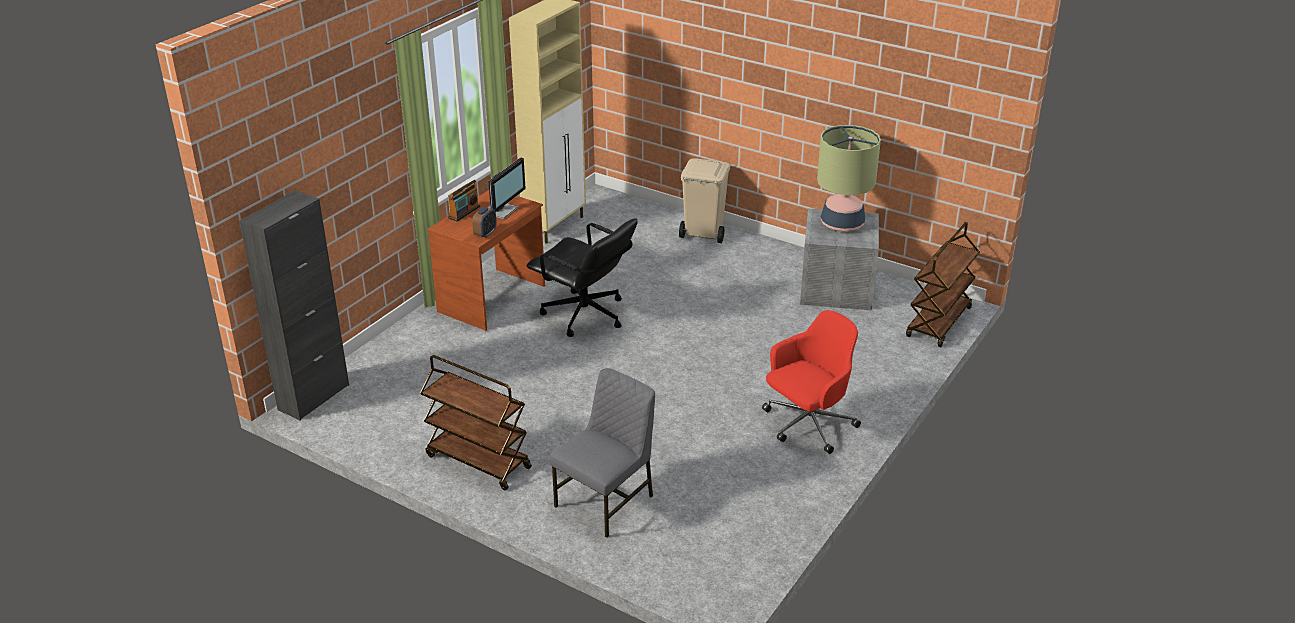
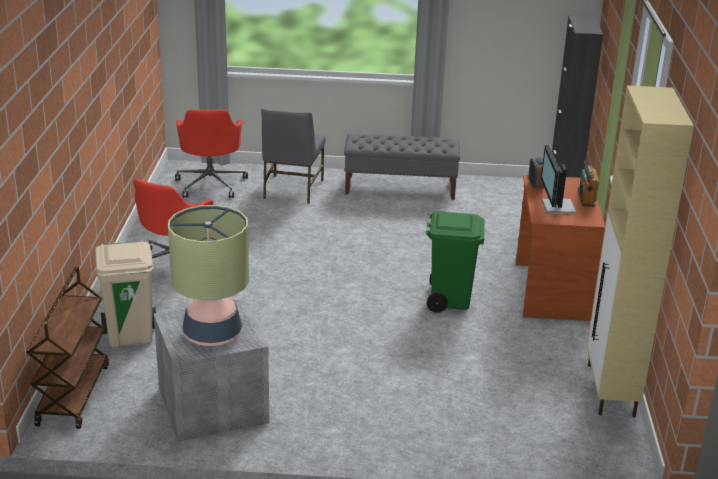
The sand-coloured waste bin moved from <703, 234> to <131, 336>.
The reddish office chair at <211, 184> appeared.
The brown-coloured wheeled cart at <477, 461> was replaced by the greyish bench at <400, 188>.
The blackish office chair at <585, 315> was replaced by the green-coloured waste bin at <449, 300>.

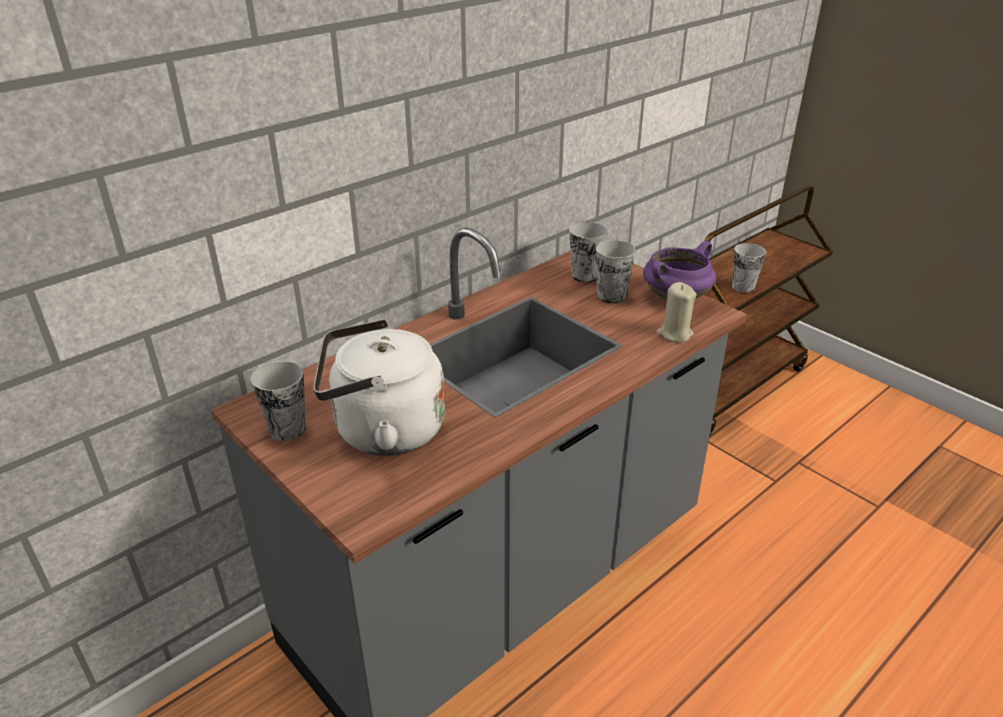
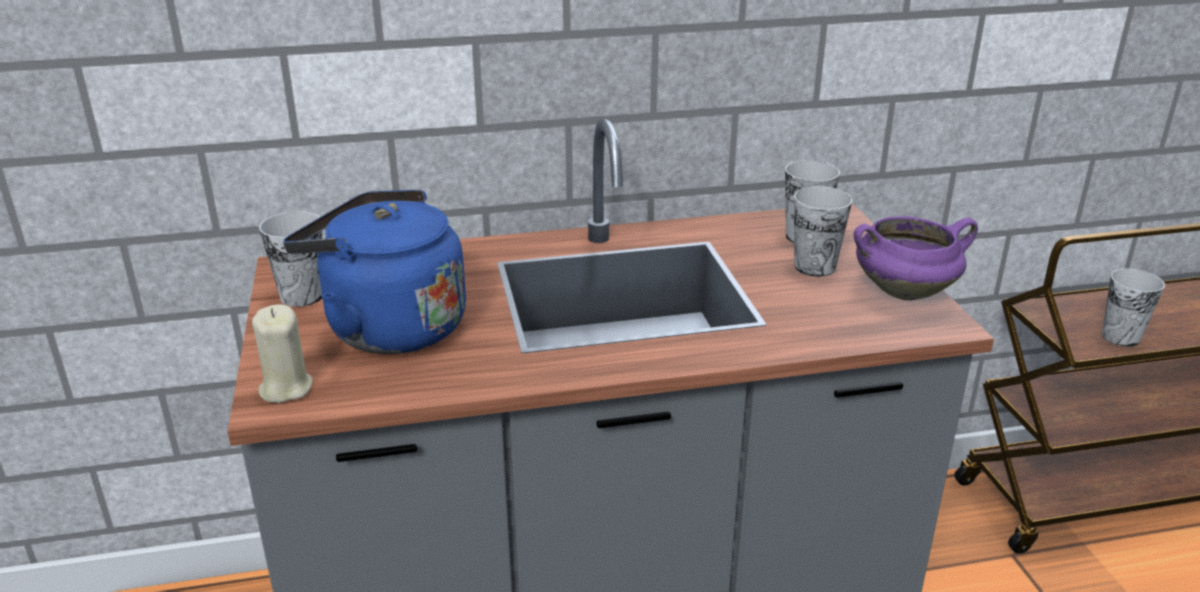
The sand-coloured wax candle moved from <674, 334> to <285, 388>.
The white-coloured tea kettle at <382, 431> became the blue tea kettle at <388, 327>.

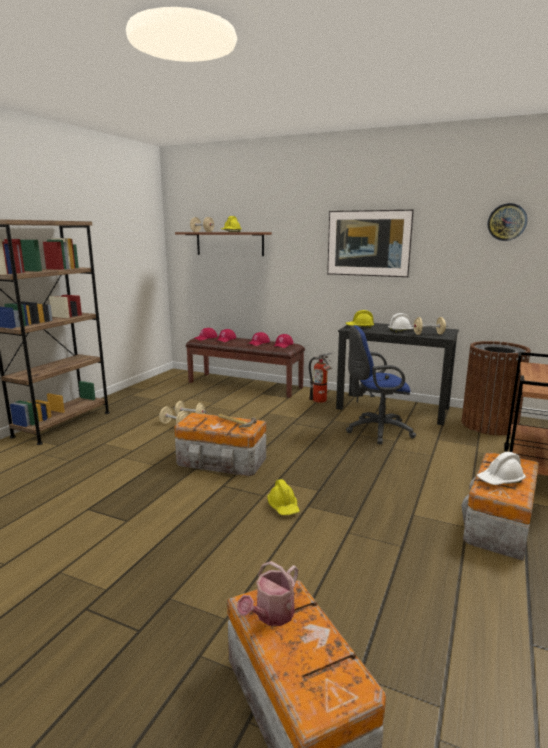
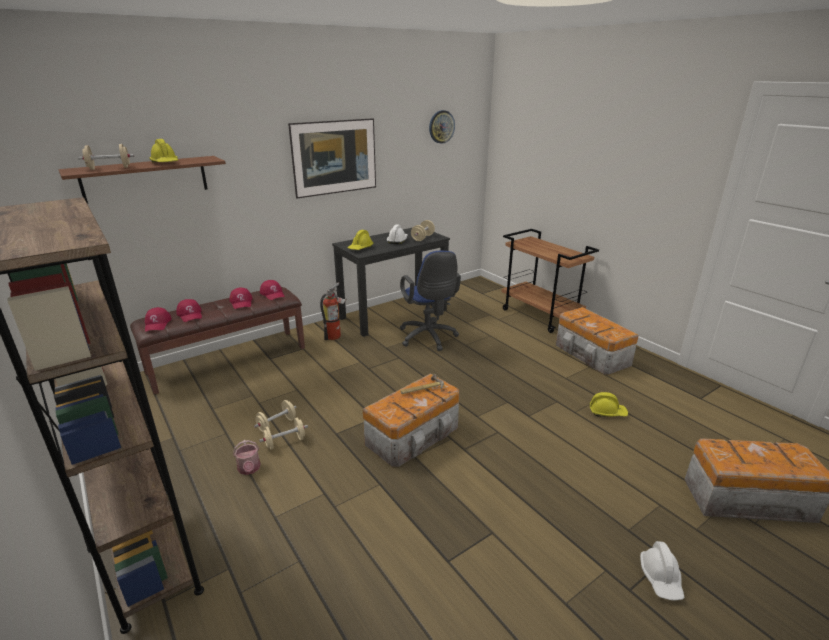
The watering can moved from <271, 615> to <249, 469>.
The blue office chair at <376, 431> turned 45 degrees counterclockwise.
The yellow-coloured safety helmet moved from <283, 507> to <607, 412>.
The white-coloured safety helmet moved from <500, 480> to <661, 578>.
The brown-coloured waste bin at <489, 425> disappeared.

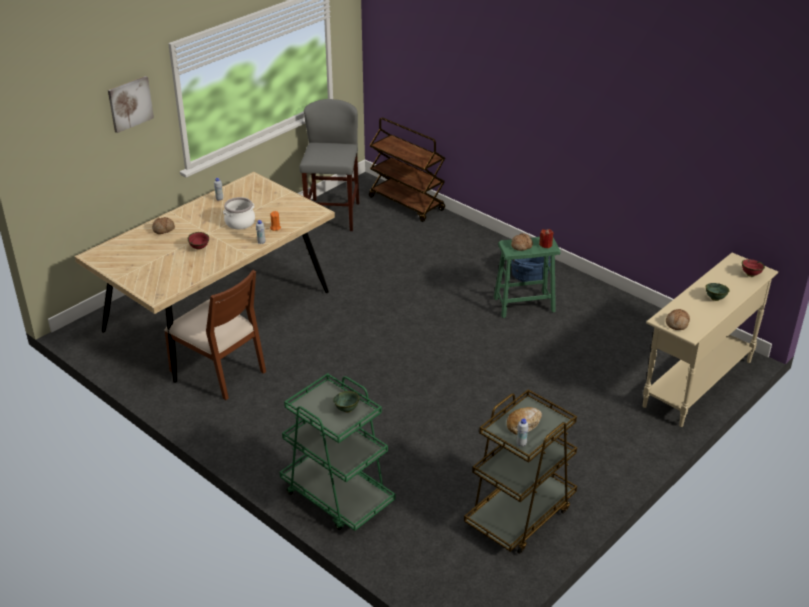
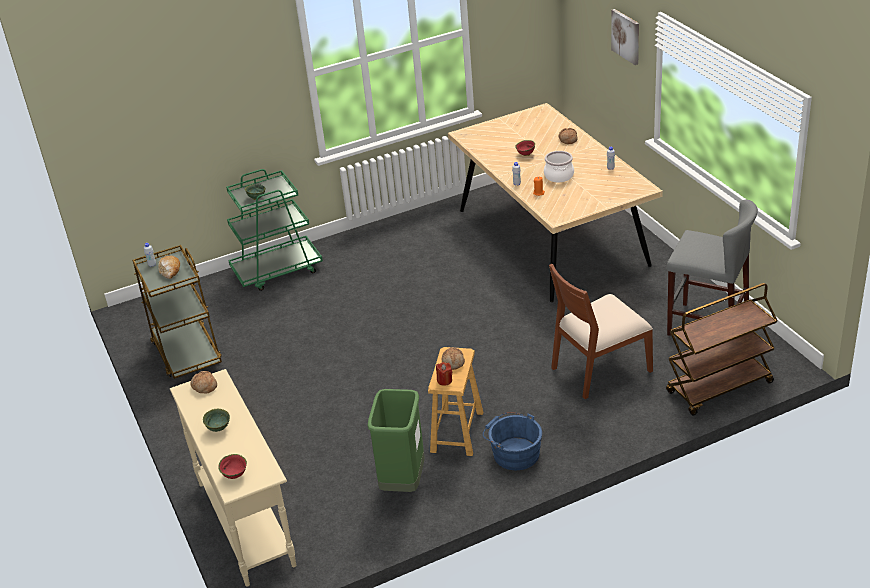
The green-coloured waste bin at <403, 482> appeared.
The green-coloured stool at <524, 304> became the brown-coloured stool at <457, 432>.
The brown-coloured plain chair moved from <219, 370> to <599, 368>.

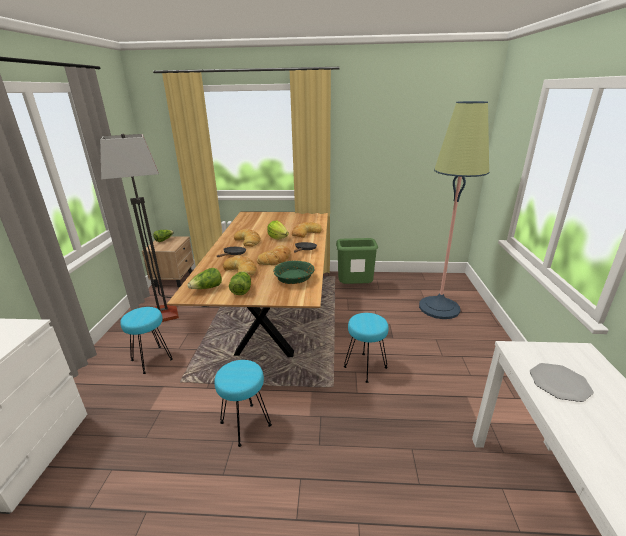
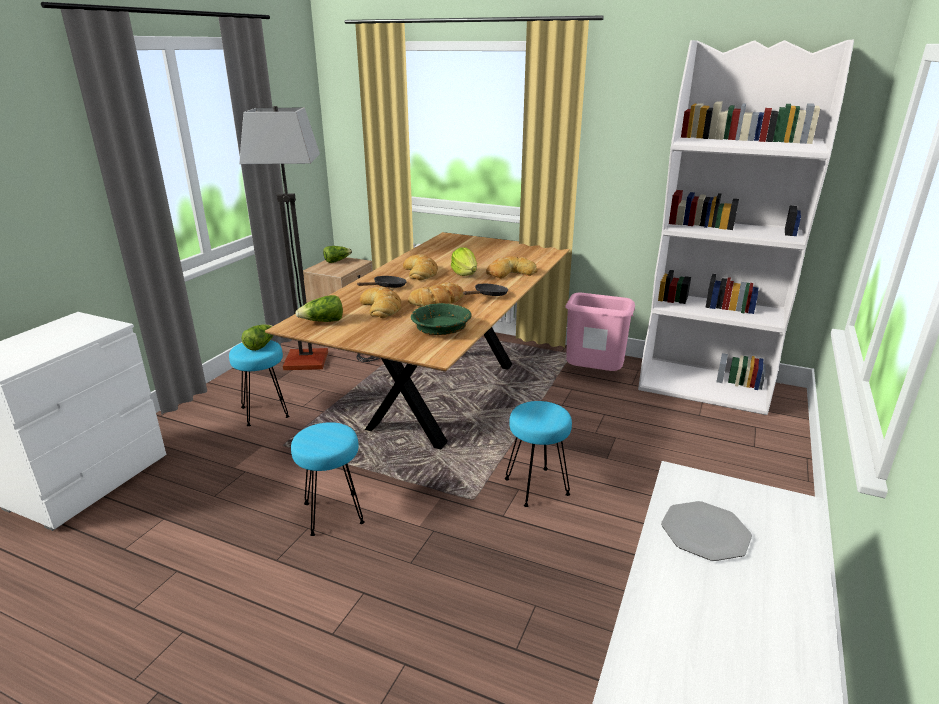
The head of lettuce moved from <241, 290> to <260, 345>.
The green-coloured waste bin at <355, 288> became the pink waste bin at <594, 376>.
The white-coloured bookshelf at <705, 386> appeared.
The standard lamp at <439, 308> disappeared.

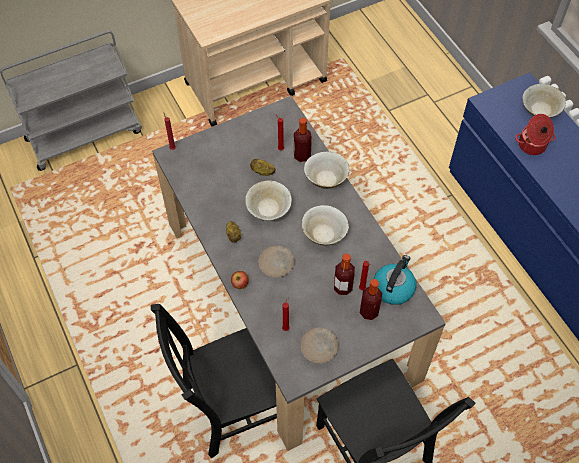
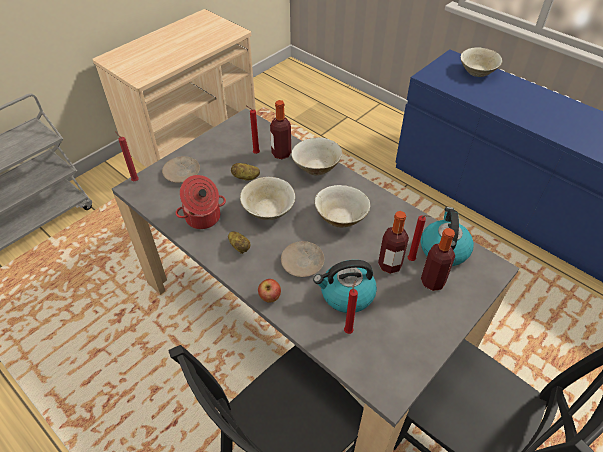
The sand-coloured plate moved from <319, 347> to <182, 173>.
The stockpot moved from <532, 145> to <203, 218>.
The tea kettle at <346, 294> appeared.

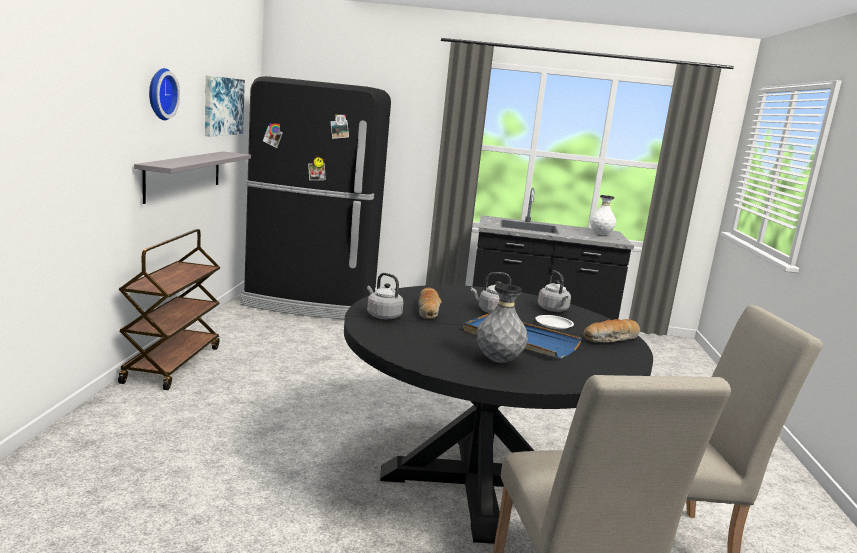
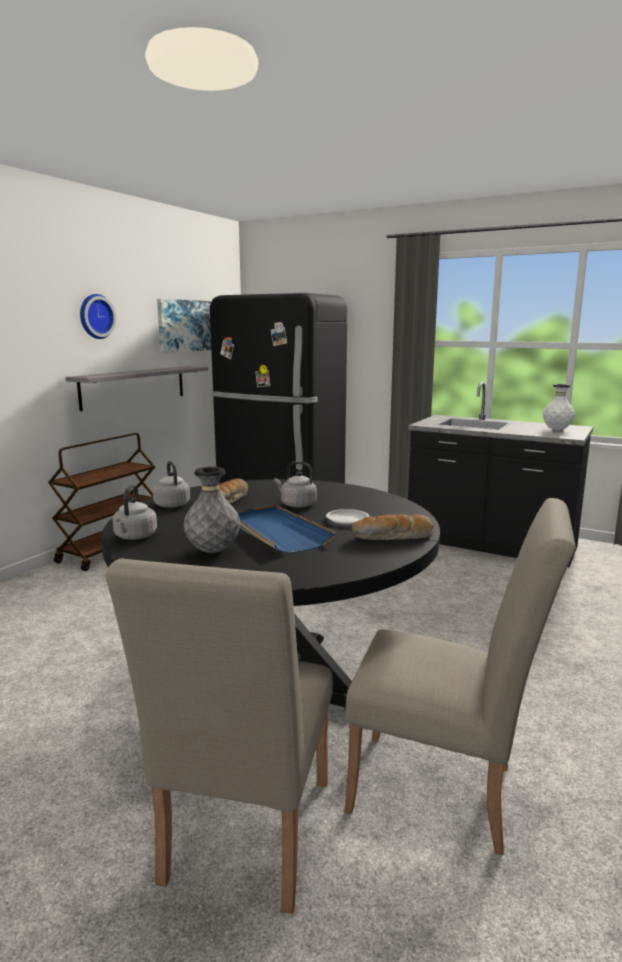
The greyish tea kettle moved from <553, 310> to <134, 537>.

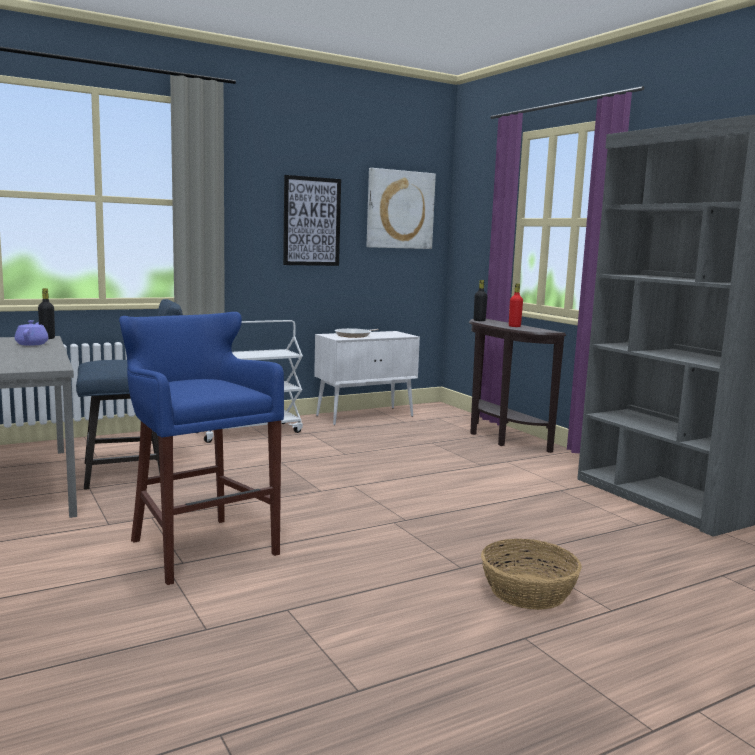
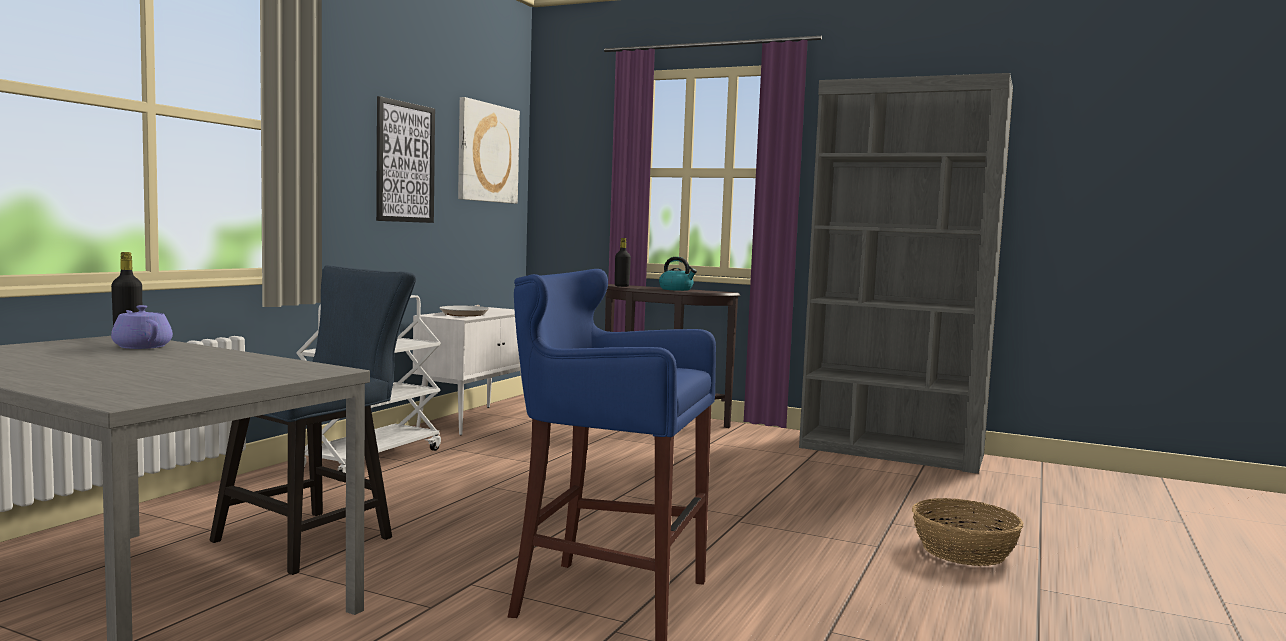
The reddish beverage bottle at <514, 326> was replaced by the tea kettle at <676, 289>.

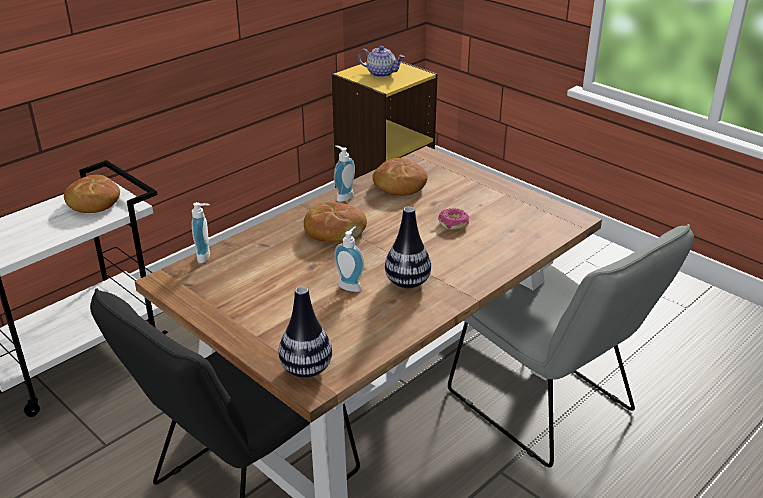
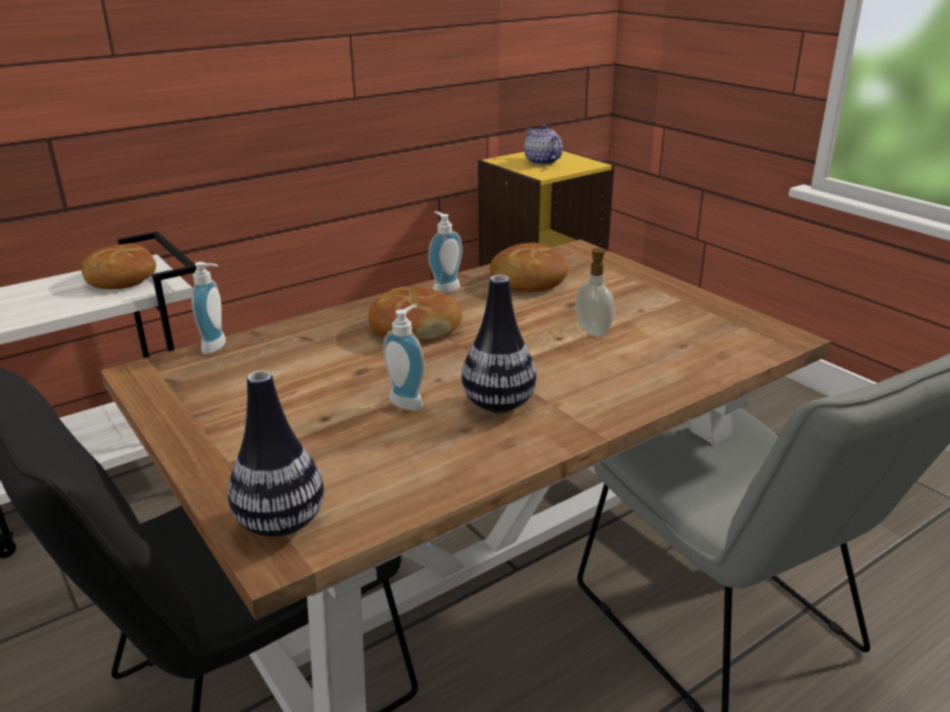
The pot for tea at <381, 73> turned 150 degrees counterclockwise.
The donut at <453, 223> was replaced by the soap bottle at <594, 331>.

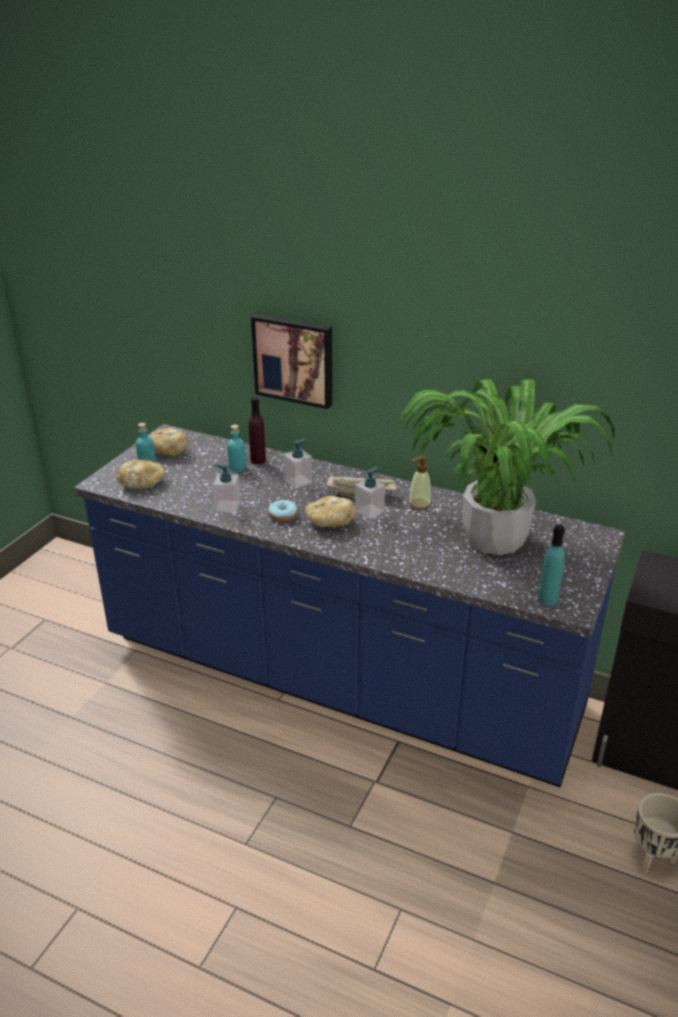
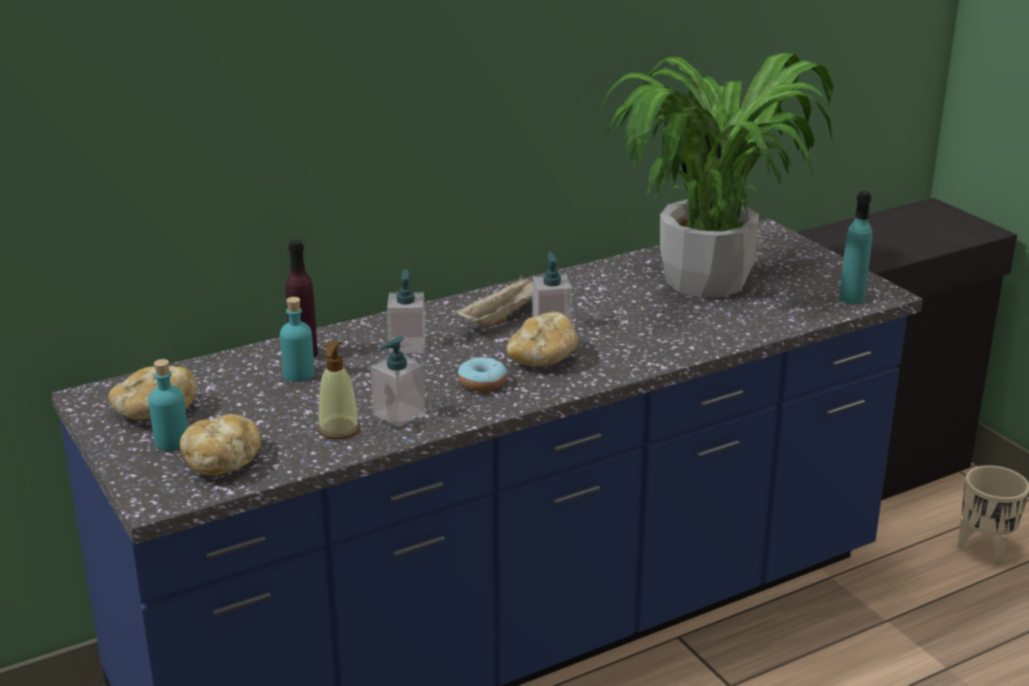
The soap bottle moved from <419, 504> to <338, 430>.
The wall art at <294, 359> disappeared.

